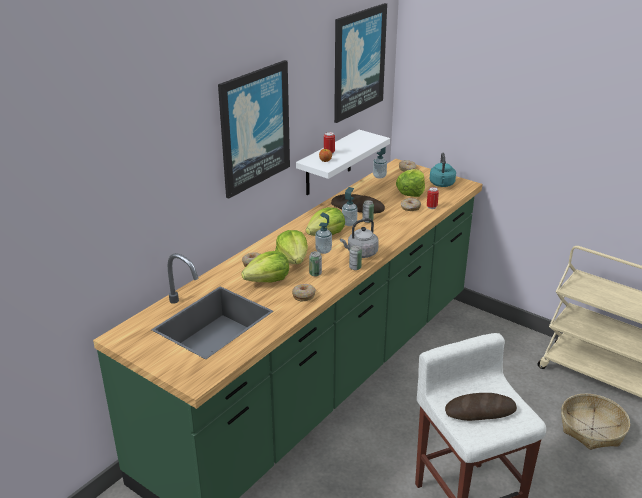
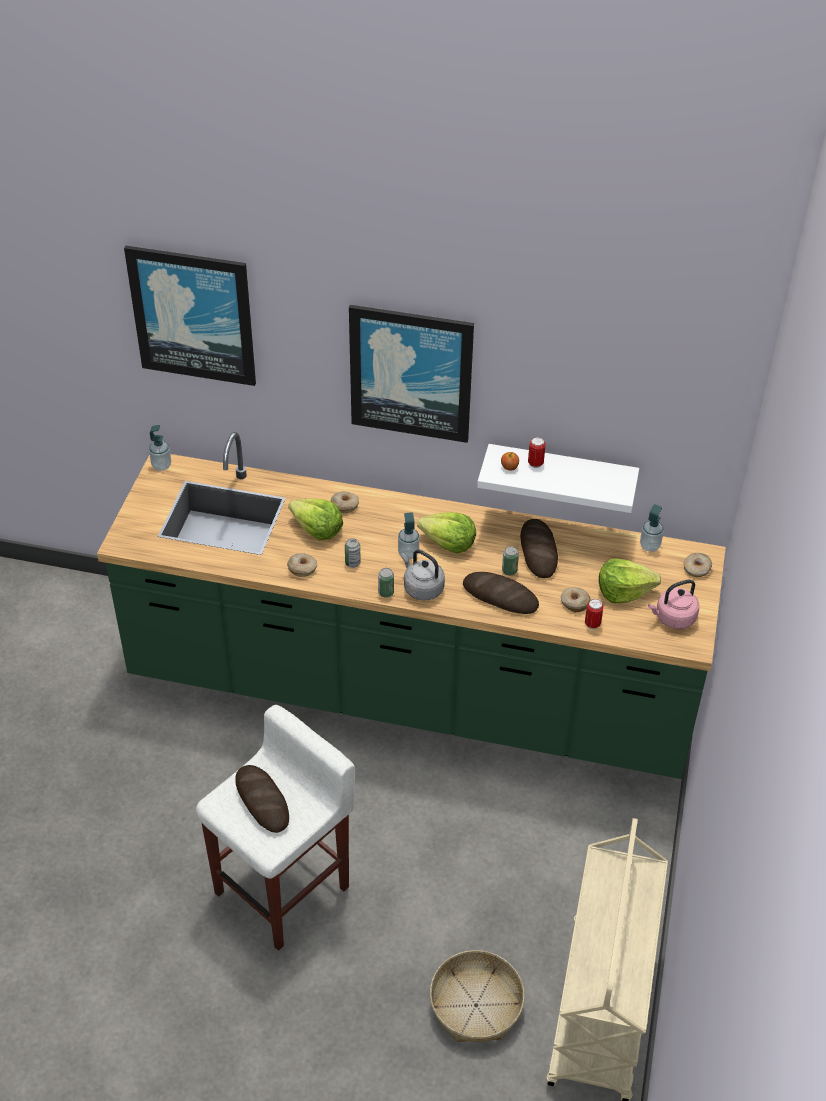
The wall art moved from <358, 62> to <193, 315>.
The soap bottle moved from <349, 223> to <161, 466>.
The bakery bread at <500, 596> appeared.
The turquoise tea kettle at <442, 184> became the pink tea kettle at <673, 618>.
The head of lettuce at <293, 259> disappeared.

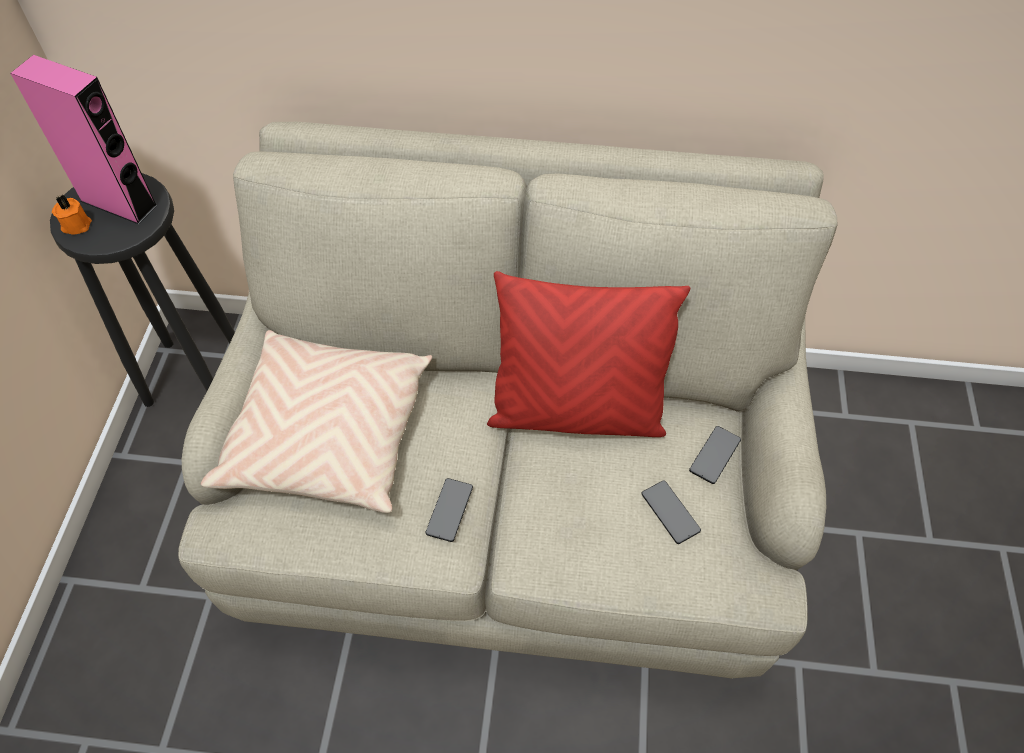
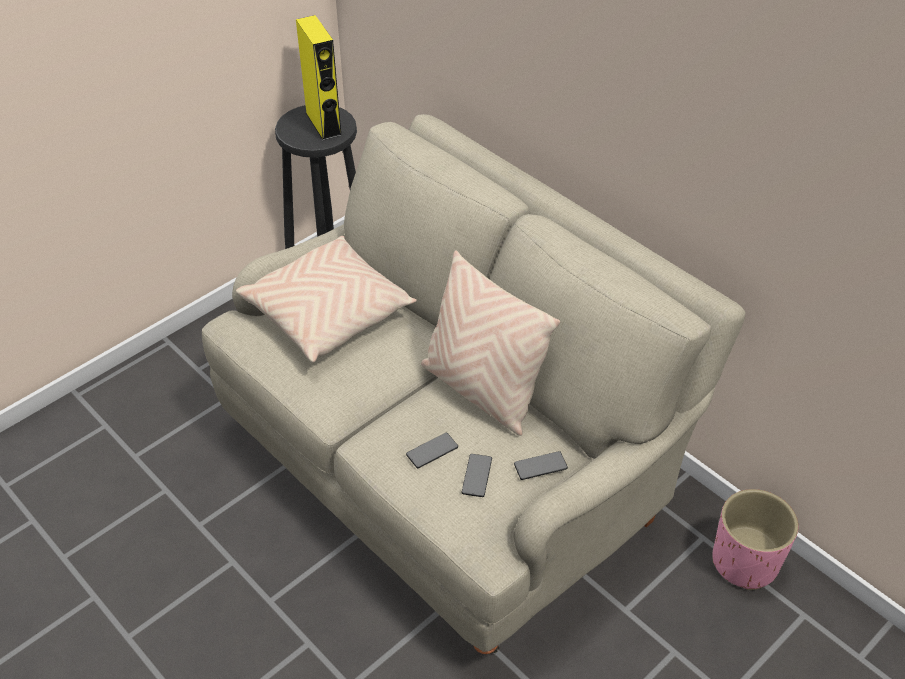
The pink speaker at <119, 203> became the yellow-coloured speaker at <323, 124>.
The telephone moved from <449, 510> to <432, 451>.
The reddish cushion at <576, 412> became the sand-coloured cushion at <482, 391>.
The pink planter at <745, 562> appeared.
The orangey wax candle at <76, 224> disappeared.

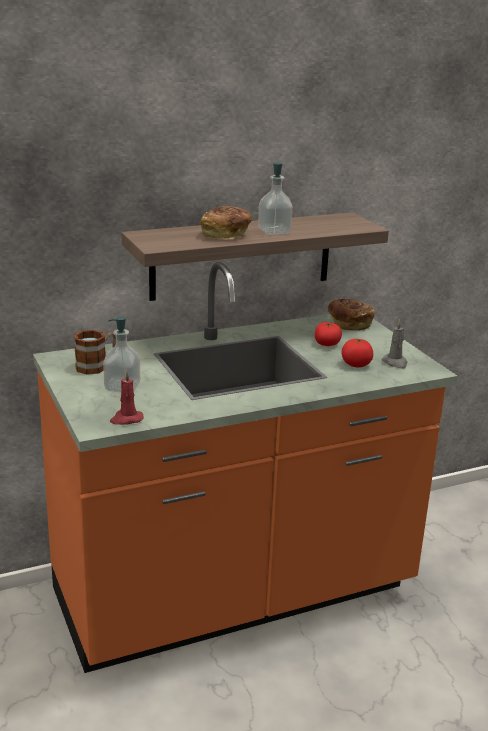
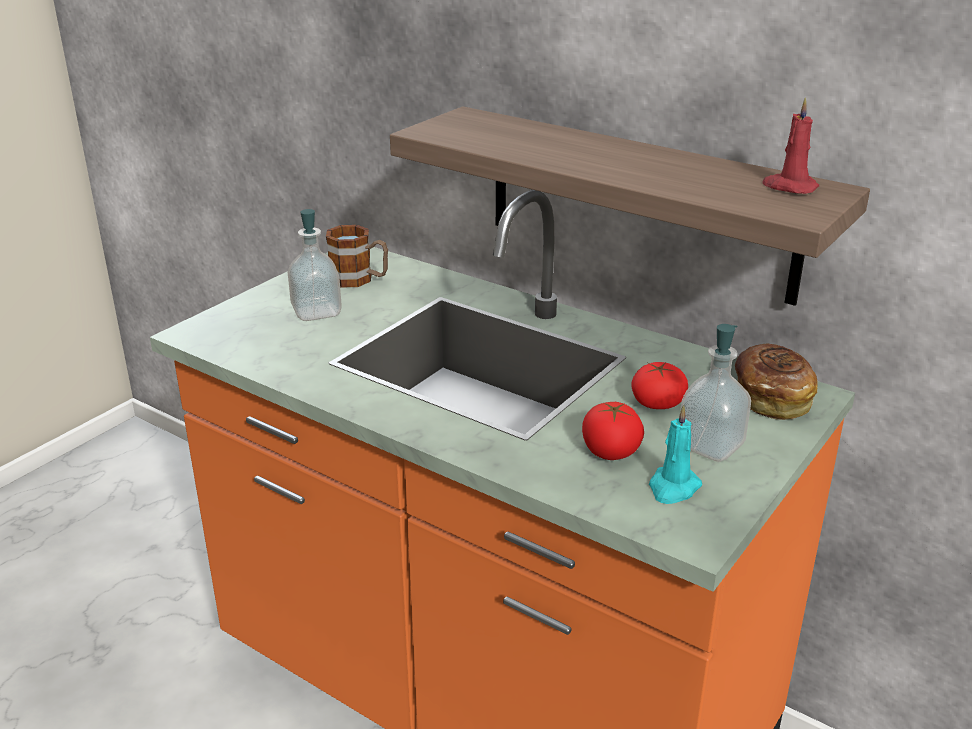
The greyish wax candle at <395, 363> became the turquoise wax candle at <673, 488>.
The soap bottle moved from <274, 231> to <710, 445>.
The reddish wax candle moved from <126, 419> to <789, 187>.
The bakery bread at <226, 235> disappeared.

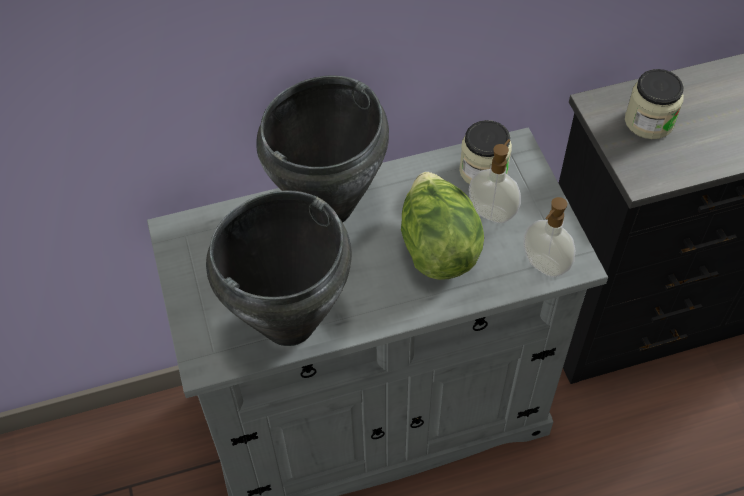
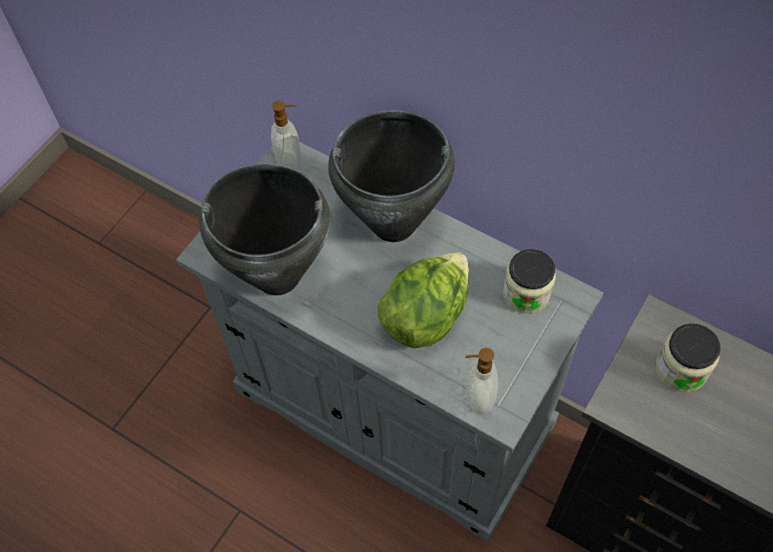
The soap bottle moved from <492, 212> to <290, 161>.

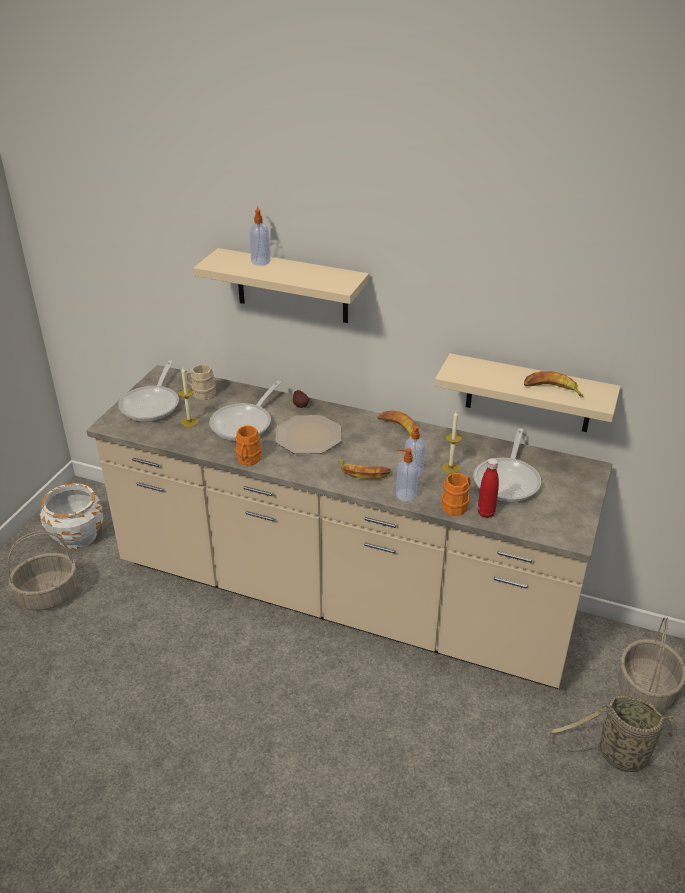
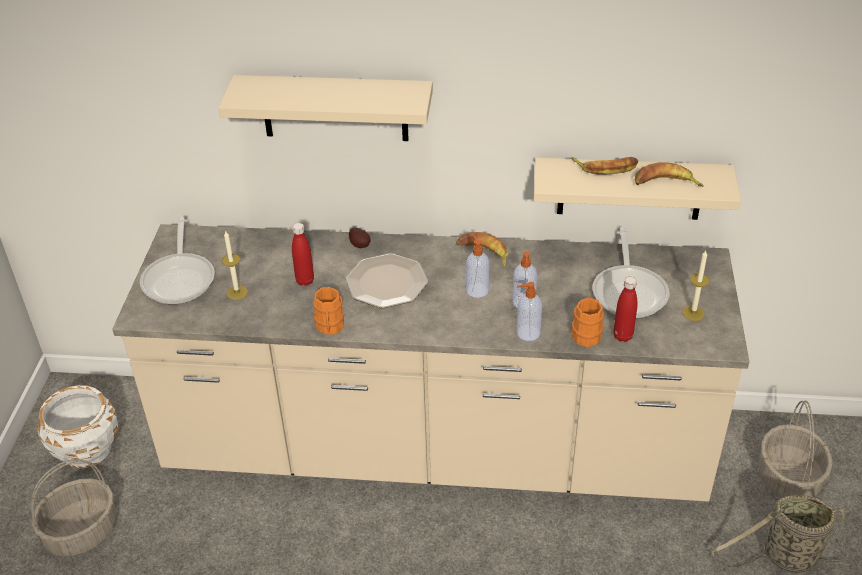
The frying pan at <245, 423> was replaced by the reddish beverage bottle at <305, 281>.
The soap bottle moved from <260, 261> to <476, 290>.
The banana moved from <363, 472> to <606, 167>.
The wax candle moved from <450, 468> to <693, 313>.
The sand-coloured tea mug at <201, 393> disappeared.

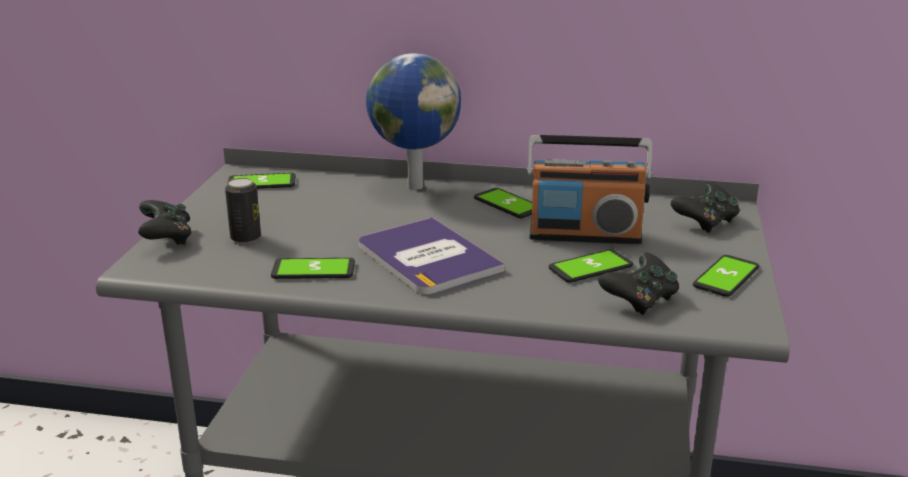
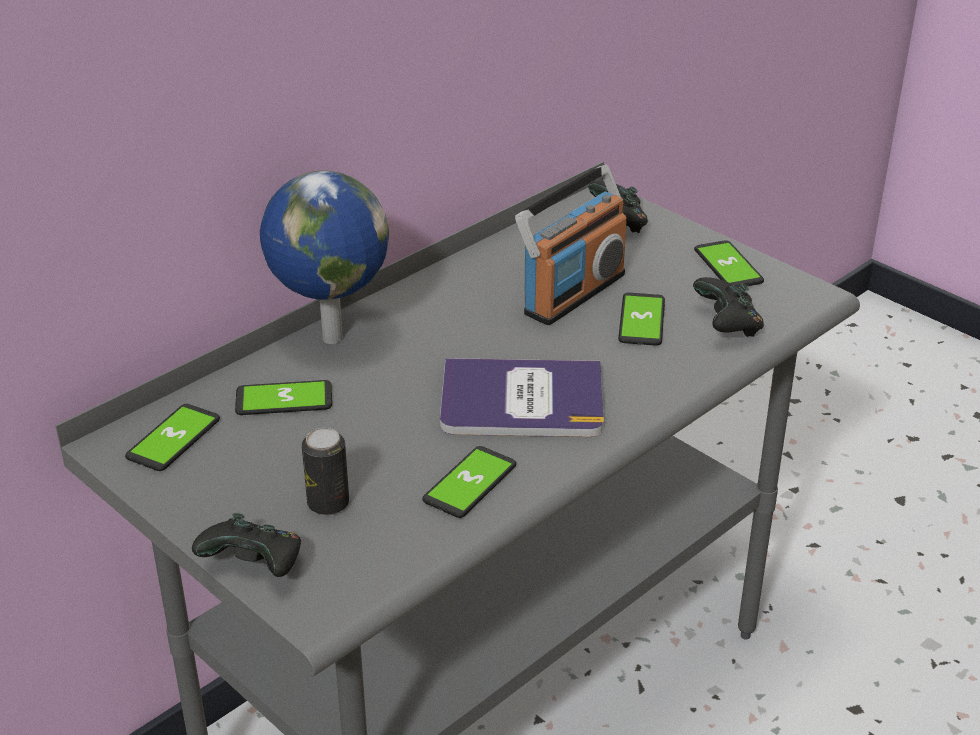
The telephone moved from <507, 204> to <284, 400>.

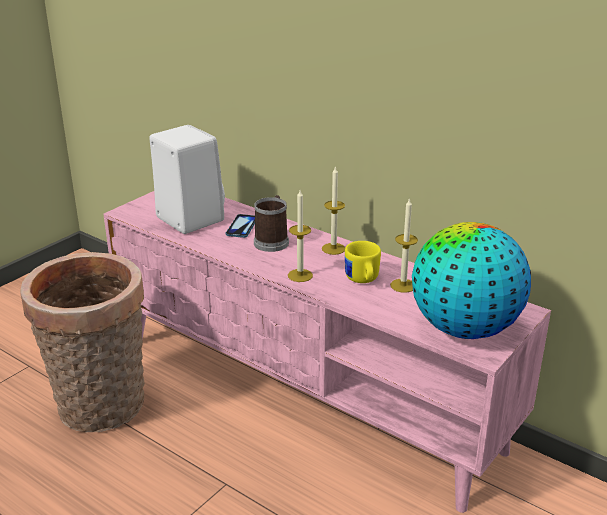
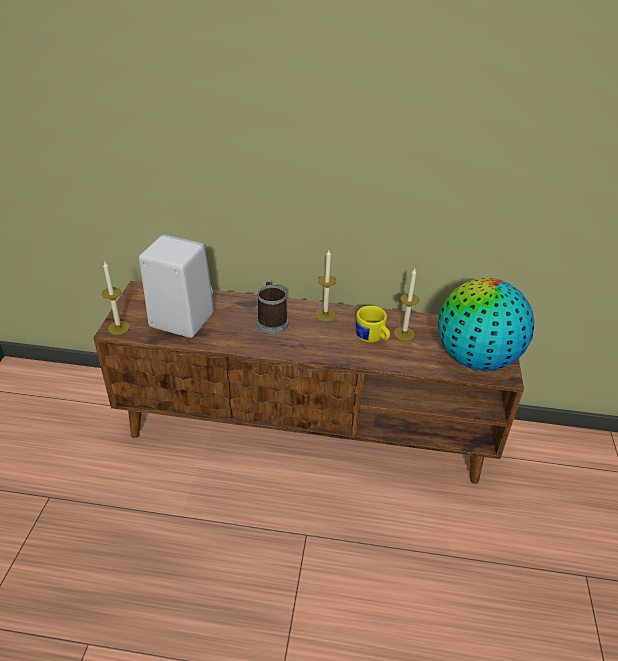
The pink media console at <305, 392> became the brown-coloured media console at <307, 429>.
The wax candle moved from <300, 275> to <119, 328>.
The basket at <101, 409> disappeared.
The telephone at <242, 227> disappeared.

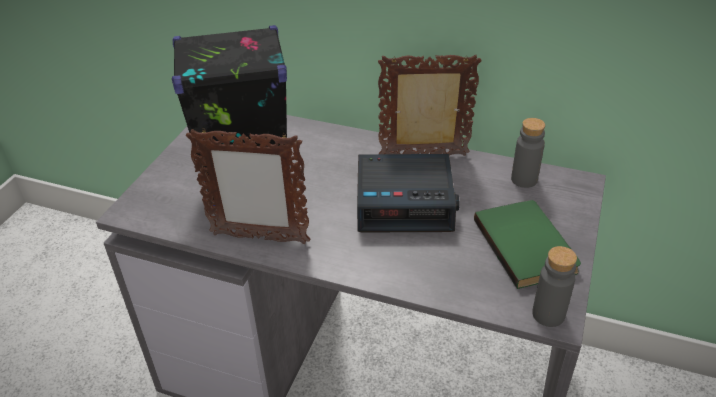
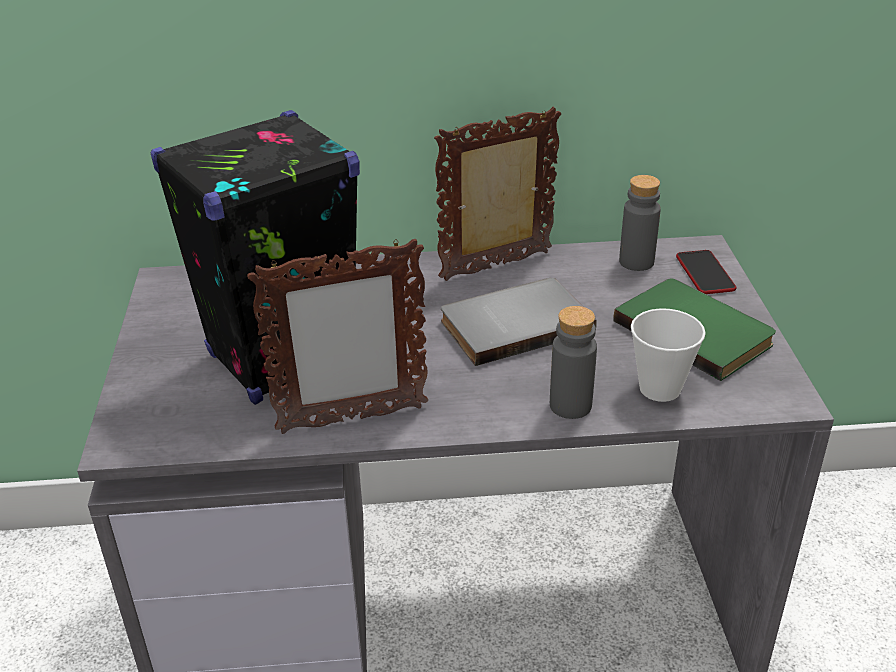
The bedside clock at <405, 202> was replaced by the greyish volume at <514, 323>.
The greyish beverage bottle moved from <548, 314> to <570, 405>.
The small cup at <660, 388> appeared.
The telephone at <705, 273> appeared.

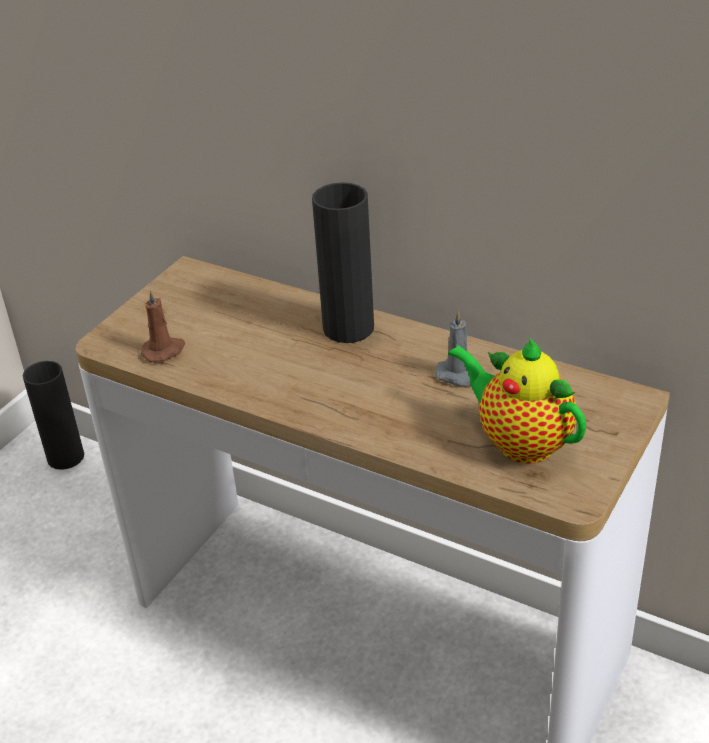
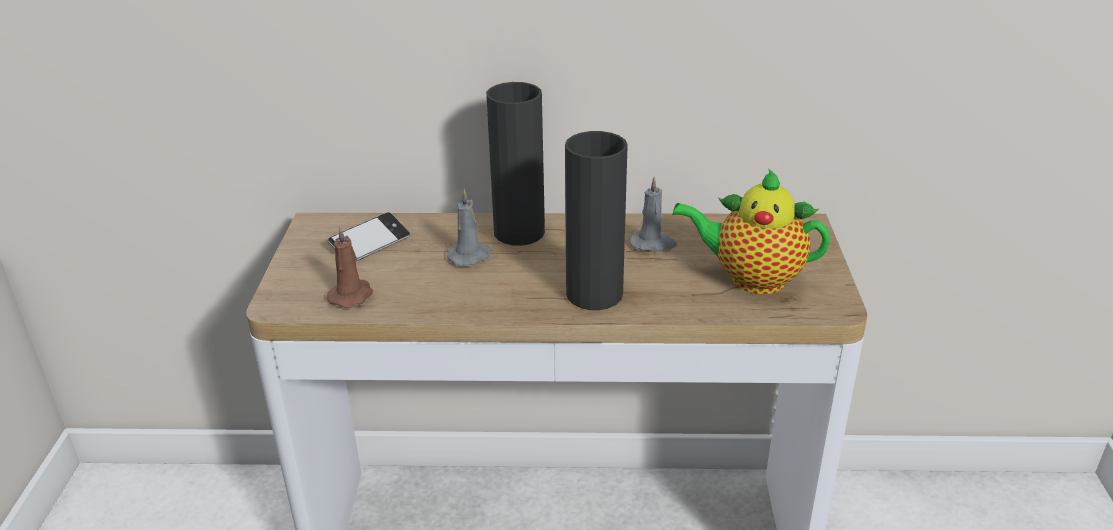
The telephone at <370, 244> appeared.
The greyish wax candle at <470, 256> appeared.
The blackish decorative vase moved from <65, 457> to <594, 294>.

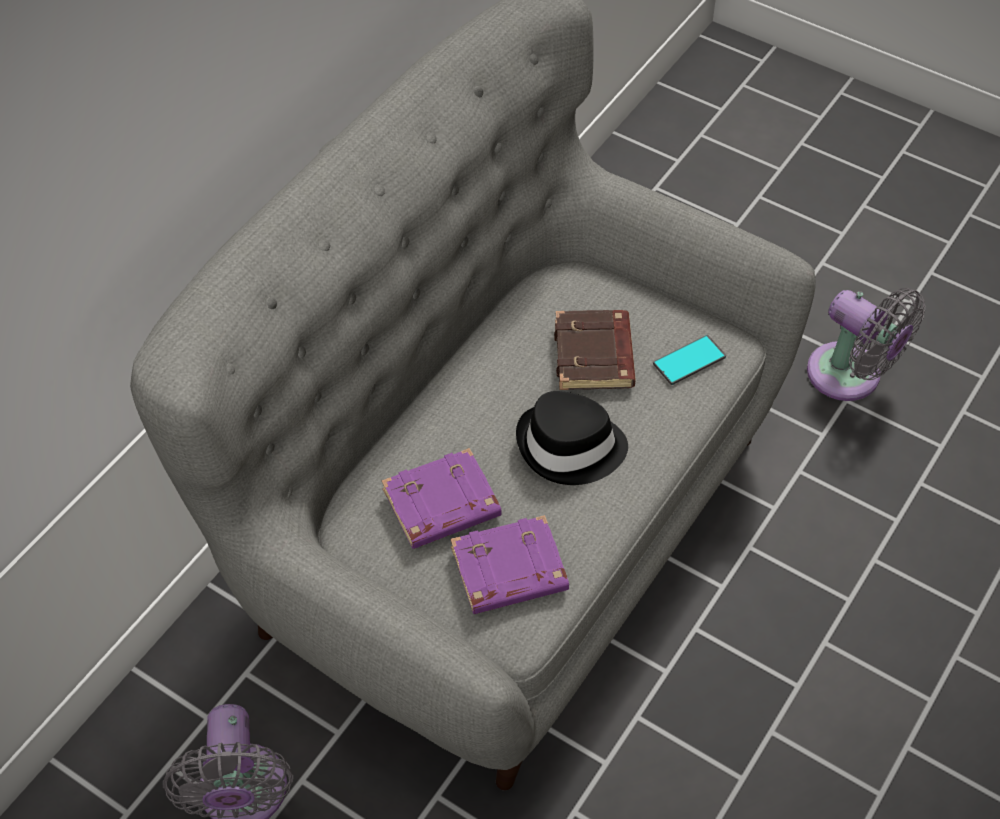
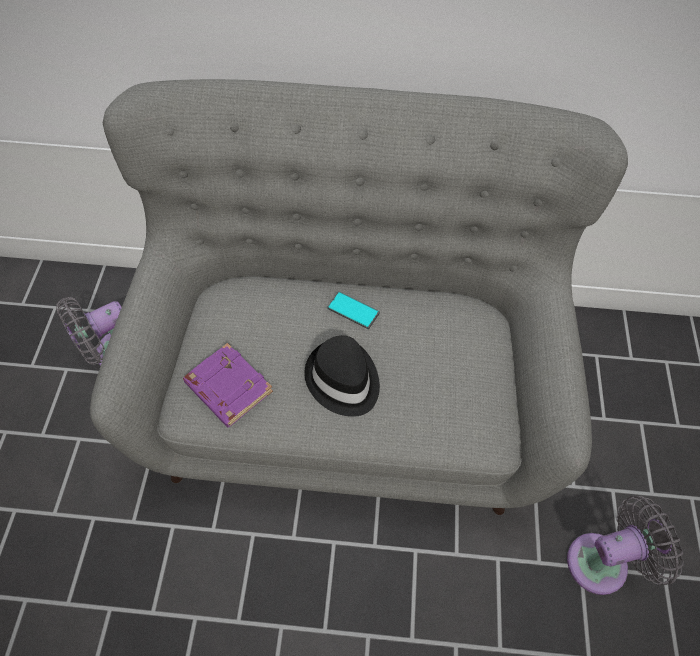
The telephone moved from <689, 360> to <353, 310>.
The greyish electric fan at <850, 377> turned 120 degrees counterclockwise.
The purplish volume at <441, 506> disappeared.
The brown-coloured volume at <595, 356> disappeared.

